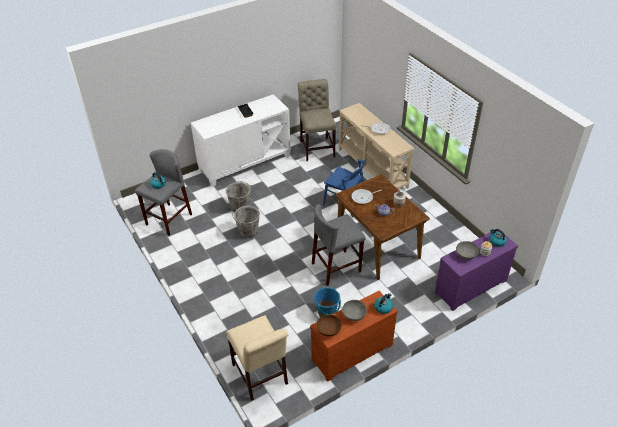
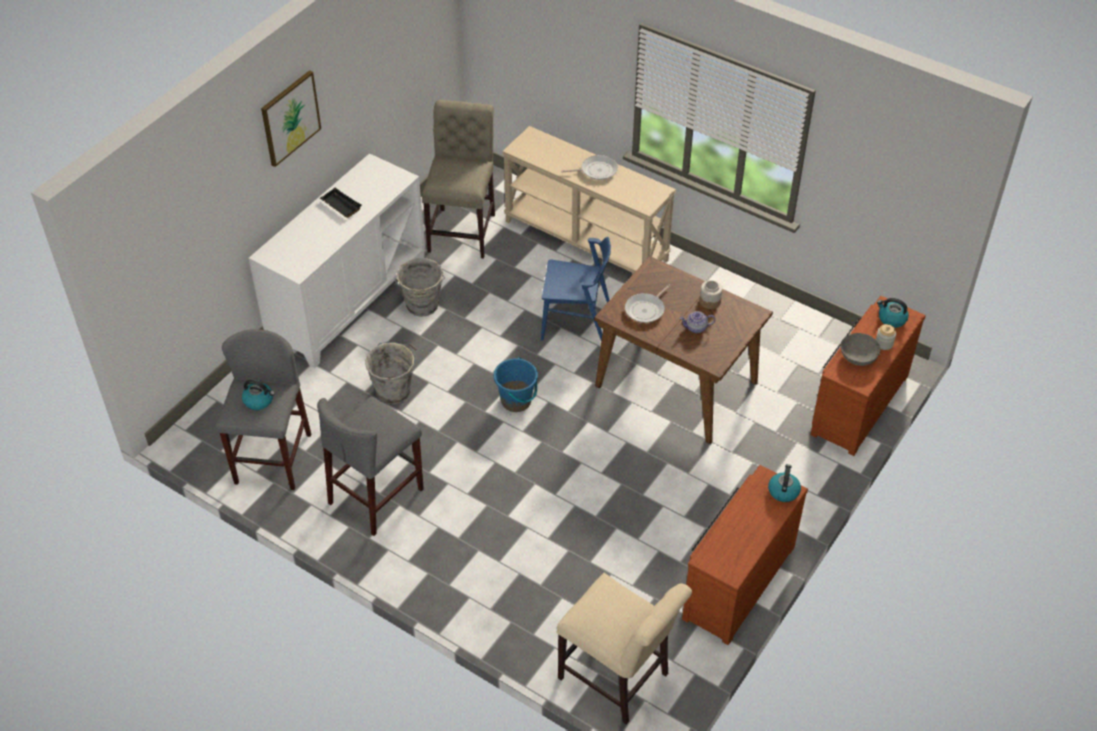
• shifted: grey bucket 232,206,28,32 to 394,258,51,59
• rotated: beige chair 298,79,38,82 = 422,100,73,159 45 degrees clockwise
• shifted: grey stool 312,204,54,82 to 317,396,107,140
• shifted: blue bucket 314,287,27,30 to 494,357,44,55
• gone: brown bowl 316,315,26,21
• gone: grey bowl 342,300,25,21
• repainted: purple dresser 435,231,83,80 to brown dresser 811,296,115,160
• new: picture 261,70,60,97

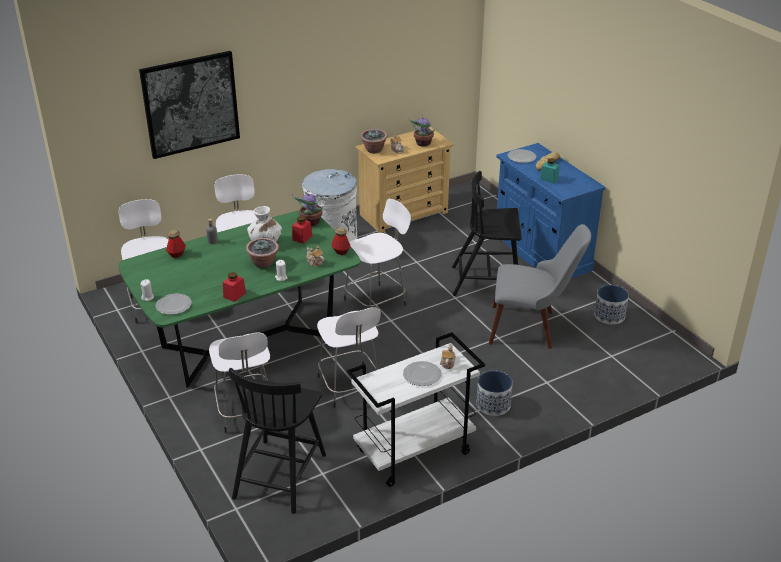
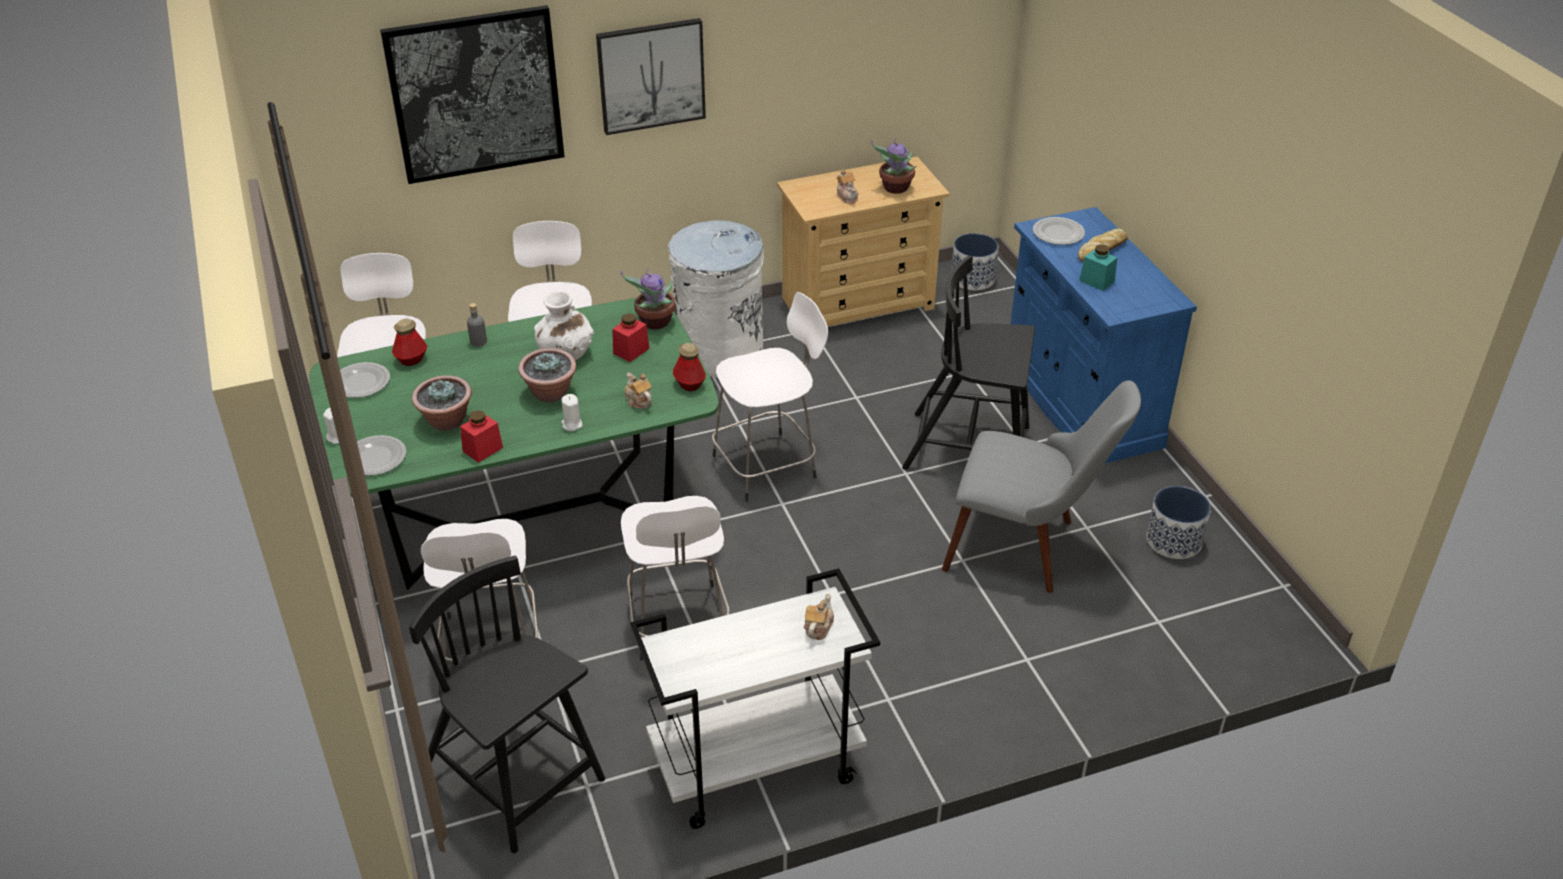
• rotated: black chair 229,368,97,146 = 409,556,196,297 105 degrees clockwise
• shifted: potted plant 360,129,27,24 to 412,375,60,56
• shifted: plate 403,361,38,25 to 340,362,50,36
• shifted: planter 476,371,37,45 to 951,233,48,57
• new: picture 596,18,110,117

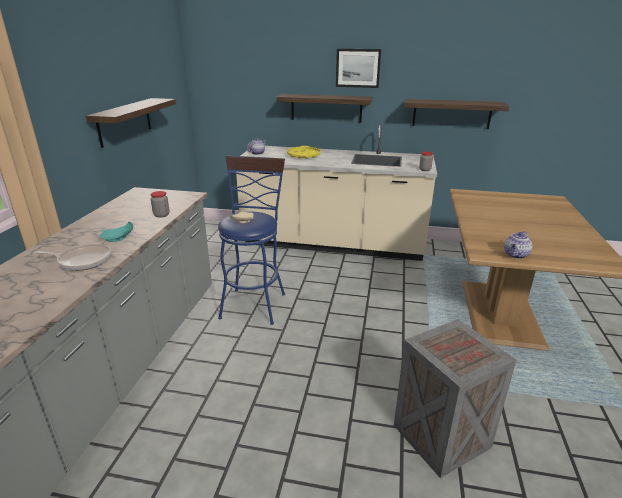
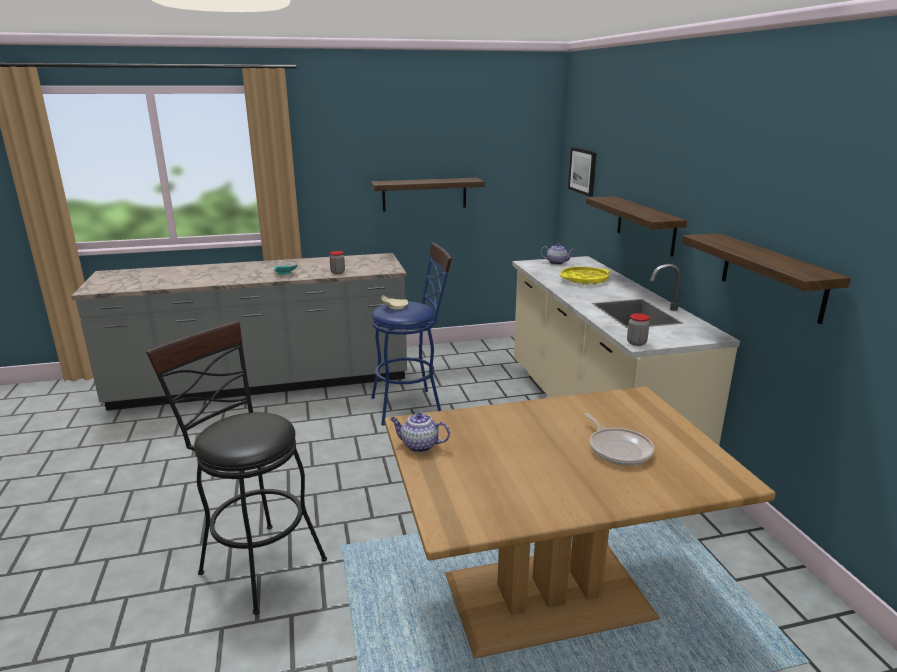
• shifted: frying pan 35,244,76,27 to 584,413,70,52
• shifted: picture 336,49,45,39 to 568,147,29,50
• swapped: crate 394,319,122,159 to black stool 146,321,181,294

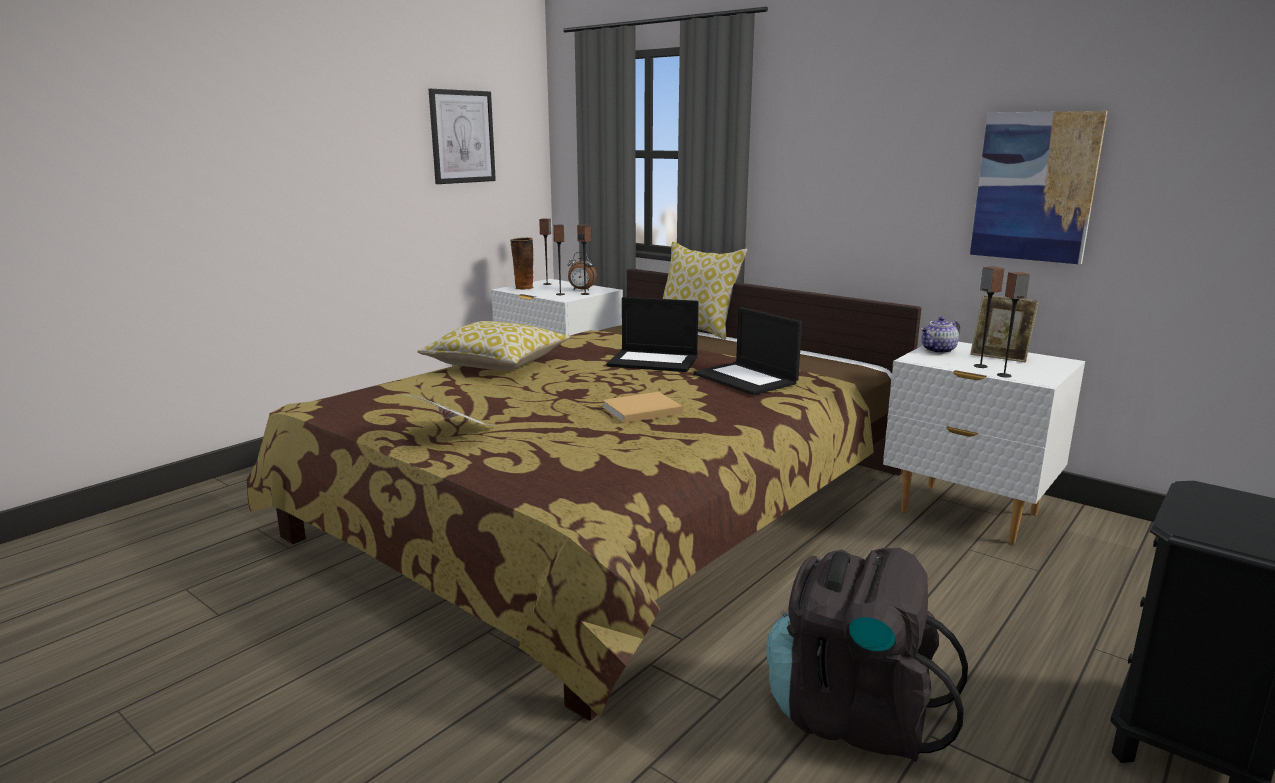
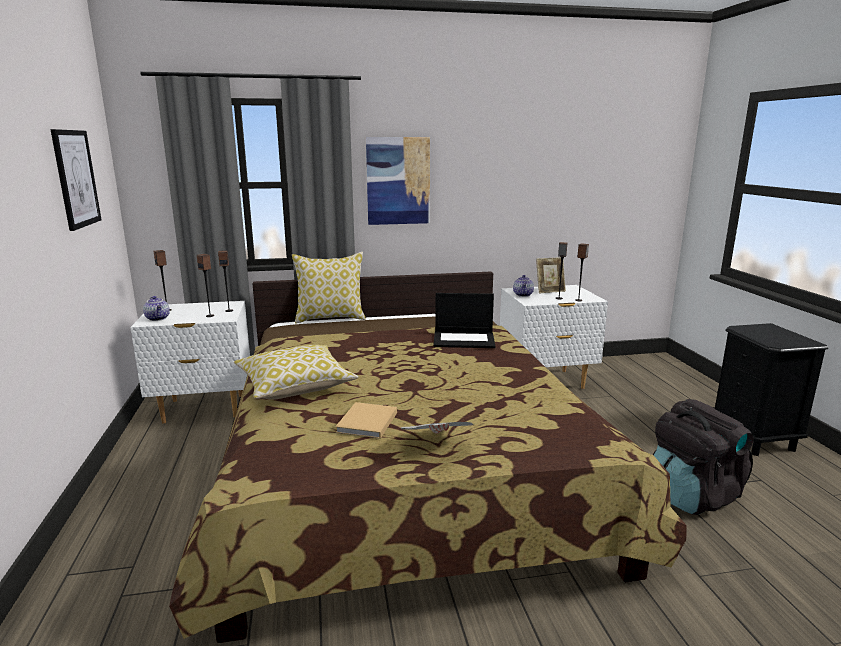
• swapped: vase 510,237,24,53 to teapot 143,296,27,25
• gone: alarm clock 568,252,29,39
• shifted: beige book 602,392,81,31 to 335,402,62,37
• gone: laptop 607,297,92,75
• shifted: picture 970,111,138,154 to 366,137,64,88

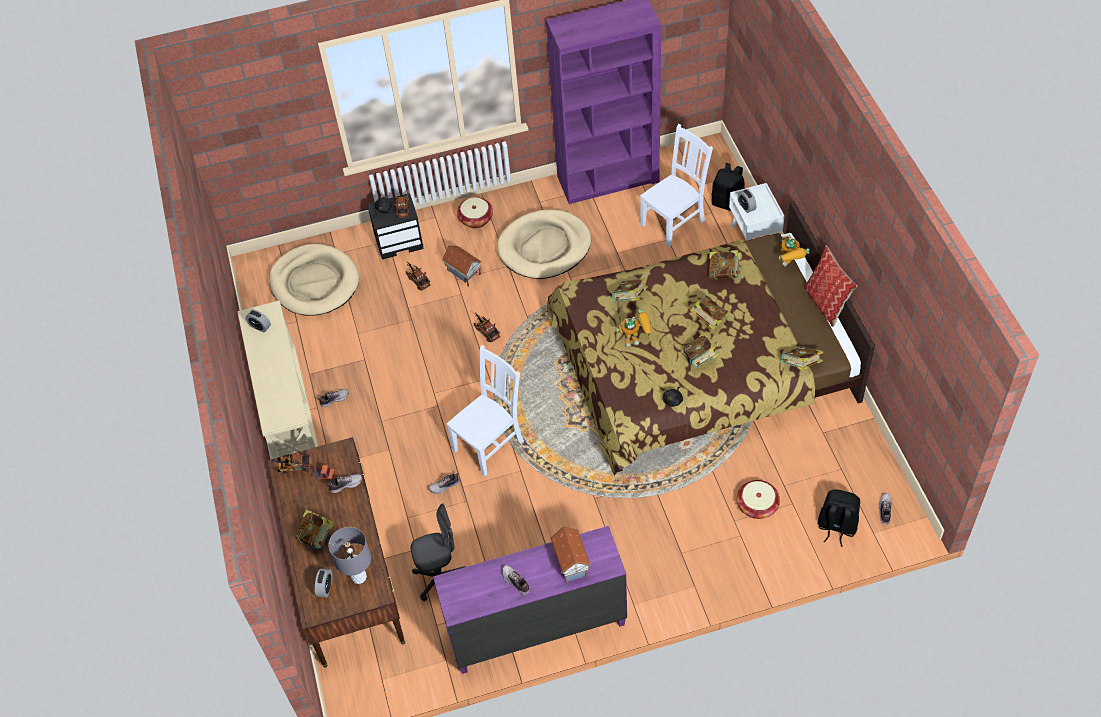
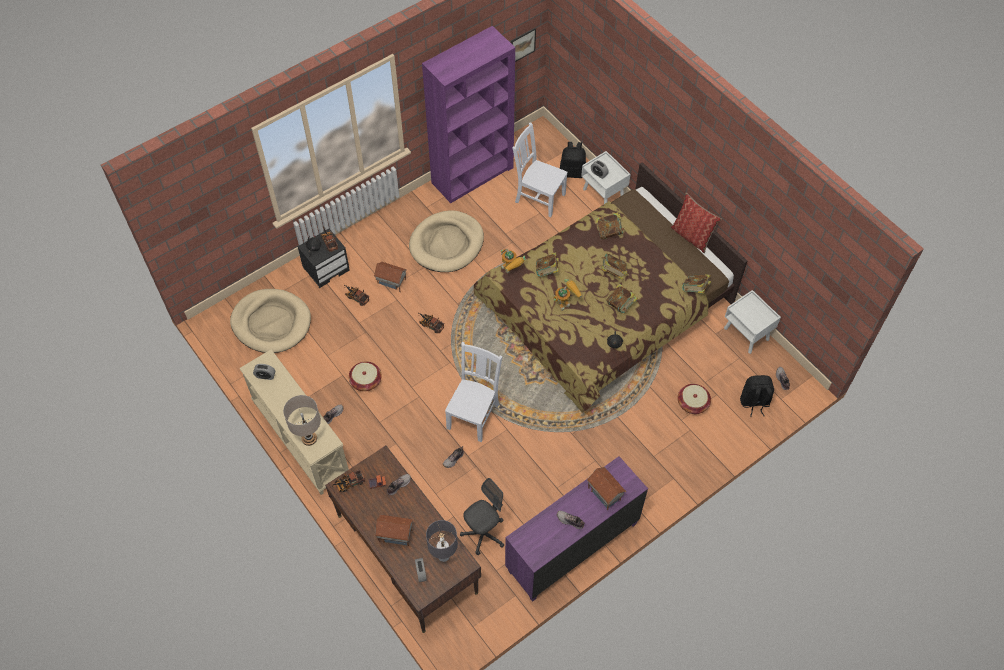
• swapped: book 295,509,40,40 to toy house 374,514,39,32
• shifted: basket 457,197,36,31 to 349,361,33,30
• rotated: white chair 640,124,73,123 = 512,122,56,96 90 degrees counterclockwise
• shifted: toy robot 779,235,30,31 to 501,249,25,24
• new: beige table lamp 283,395,38,51
• new: picture 511,28,25,34
• new: white nightstand 724,290,57,64

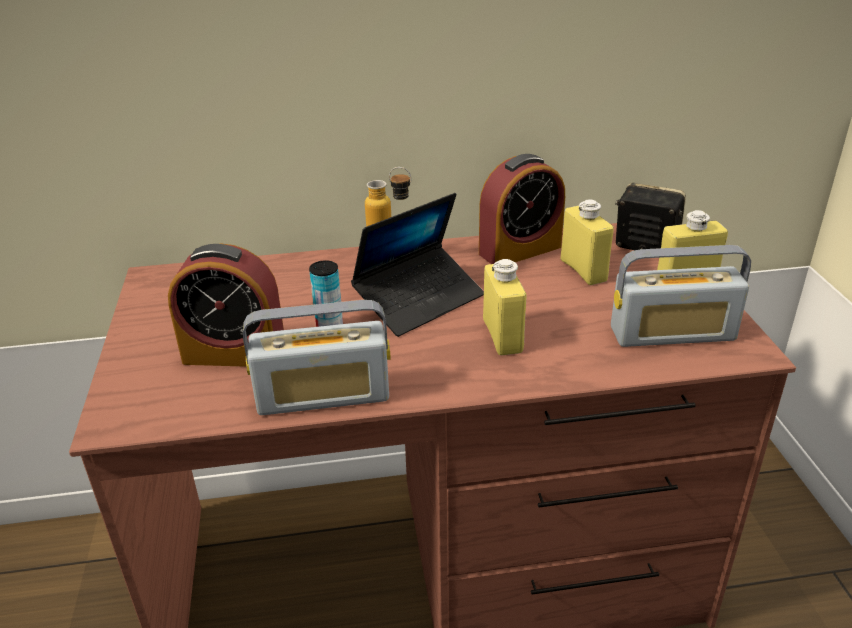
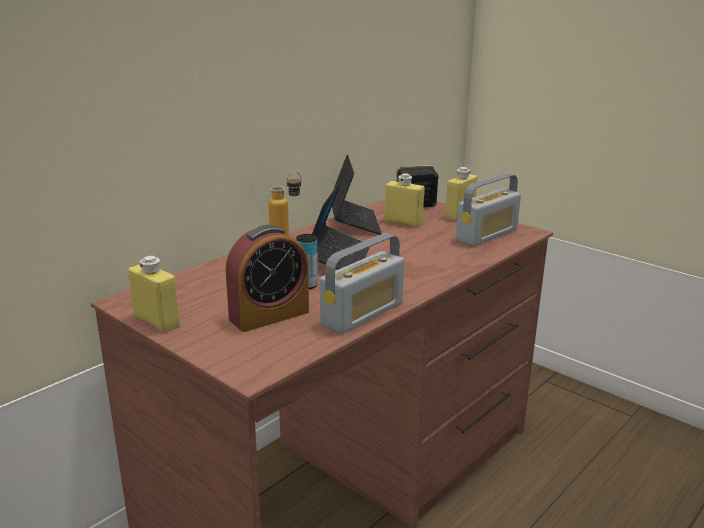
• swapped: alarm clock 479,154,86,110 to laptop 332,154,50,81
• shifted: yellow bottle 483,259,43,96 to 128,256,52,77

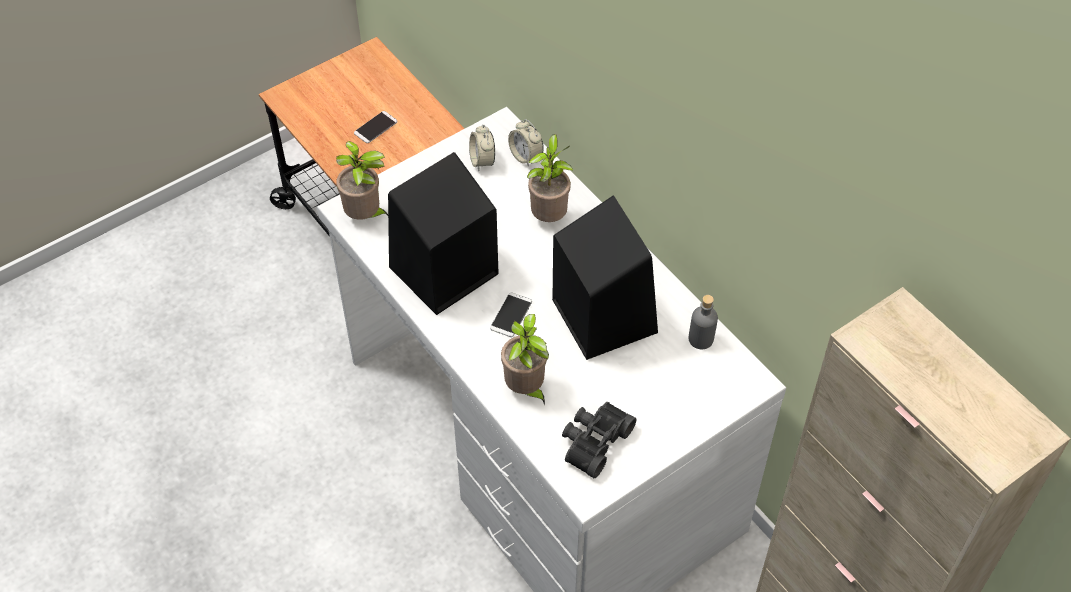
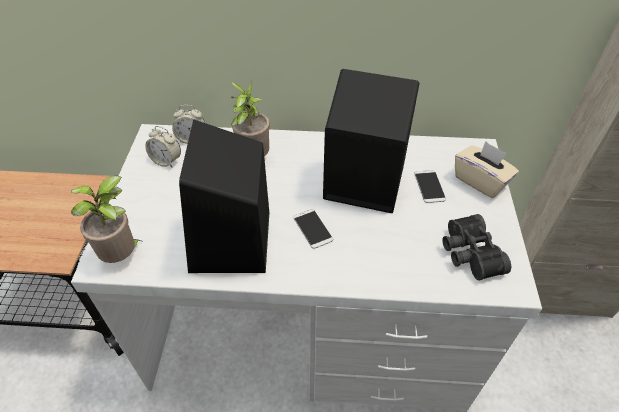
• shifted: phone 354,111,43,32 to 414,170,32,33
• gone: potted plant 501,314,48,91
• gone: grey bottle 688,295,30,54
• new: beige tissue box 455,141,64,57

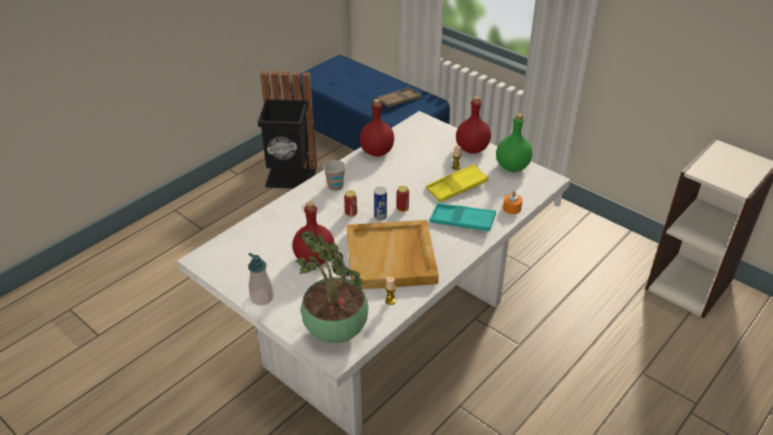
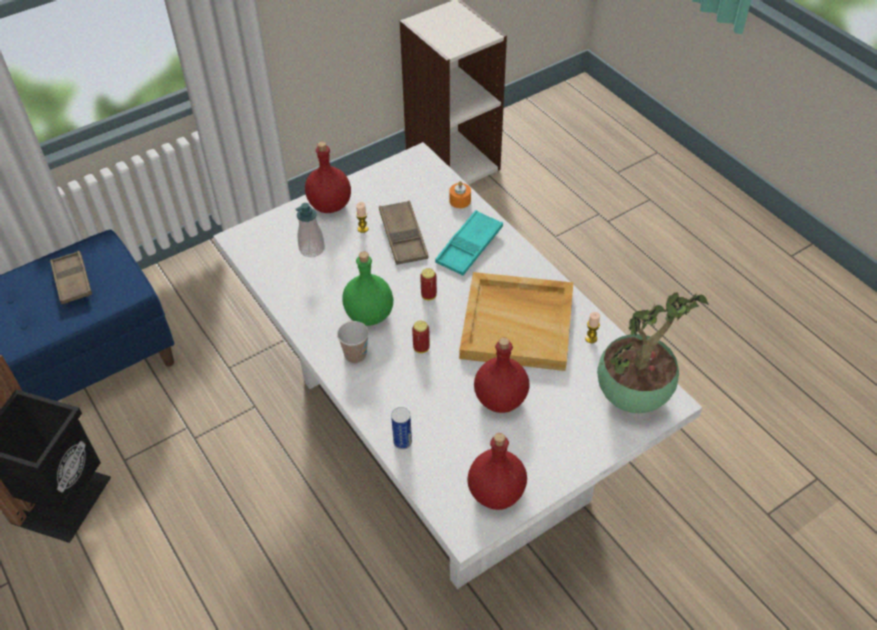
• shifted: soap dispenser 248,253,26,52 to 296,203,28,54
• shifted: red bottle 360,99,34,57 to 467,433,60,77
• shifted: can 374,187,13,34 to 391,407,21,42
• repainted: yellow tray 426,164,63,38 to brown tray 379,201,50,64
• shifted: green bottle 496,113,37,59 to 342,252,51,74

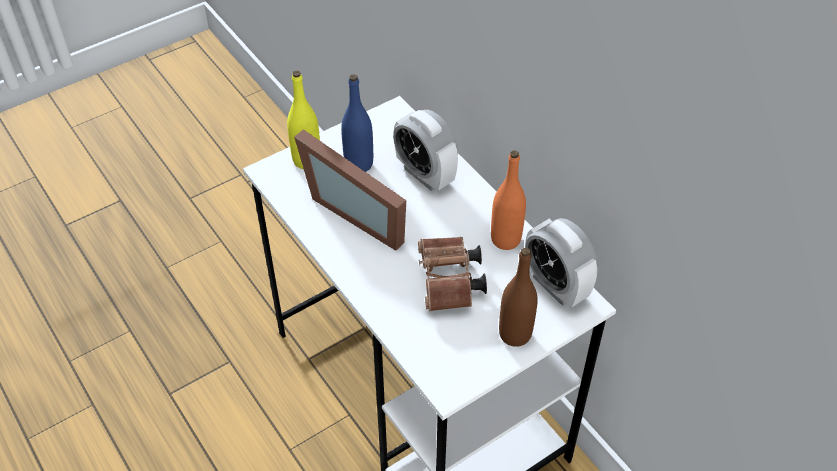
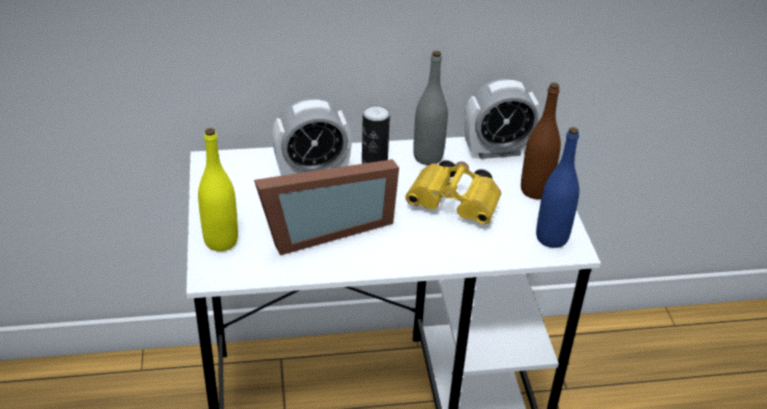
• shifted: blue bottle 341,74,32,98 to 536,127,43,121
• repainted: brown binoculars 418,237,69,74 to yellow binoculars 405,160,96,64
• repainted: orange bottle 491,150,35,100 to grey bottle 413,51,35,114
• new: can 362,104,28,60

